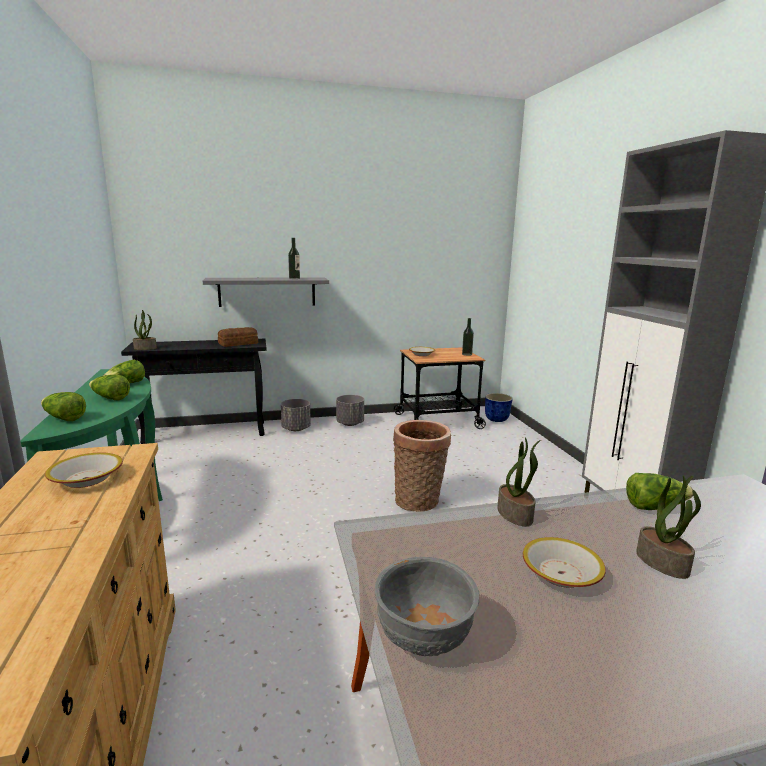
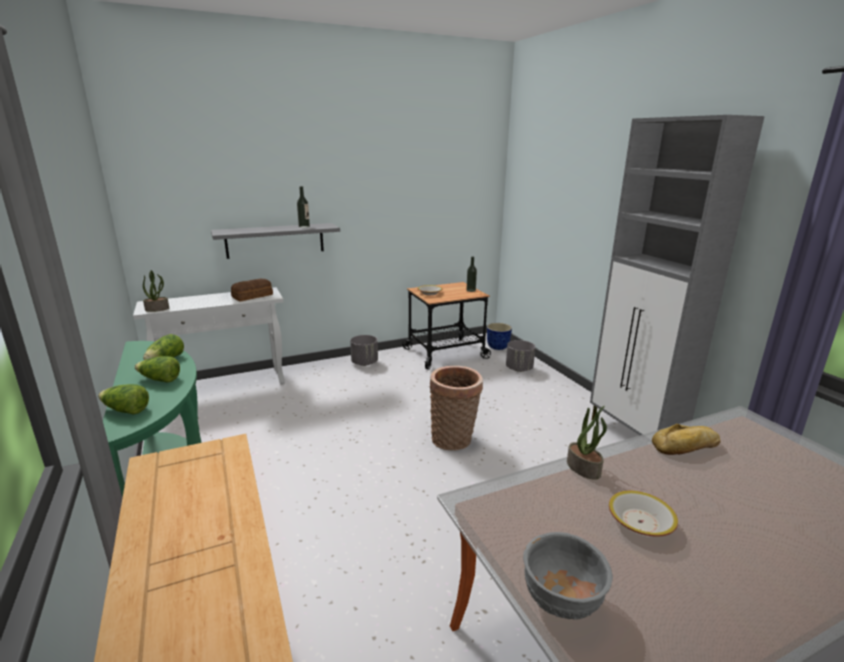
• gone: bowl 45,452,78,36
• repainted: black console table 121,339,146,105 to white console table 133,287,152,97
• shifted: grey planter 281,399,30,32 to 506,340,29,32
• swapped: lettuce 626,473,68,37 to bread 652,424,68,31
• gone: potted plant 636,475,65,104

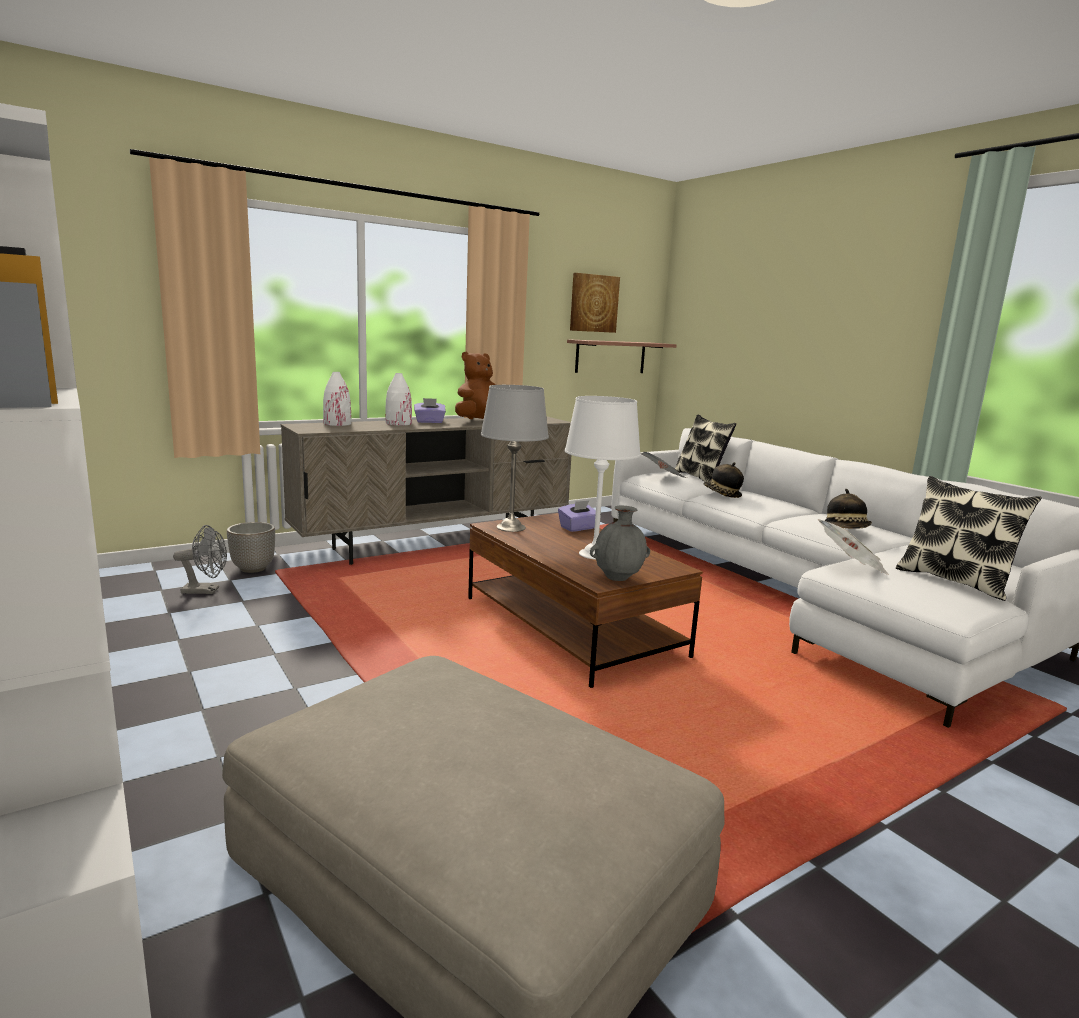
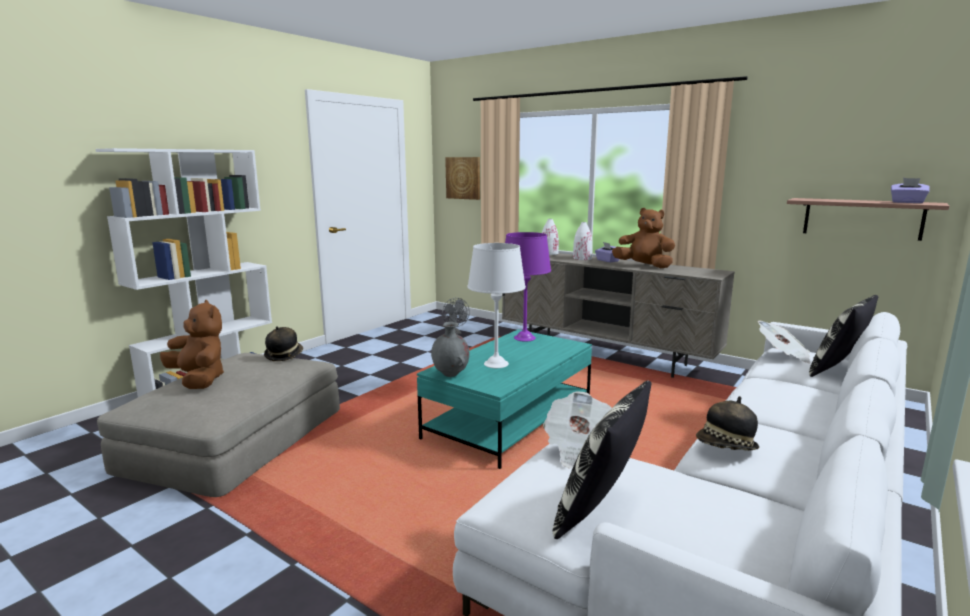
• gone: planter 227,522,48,51
• repainted: brown coffee table 468,513,235,175 to turquoise coffee table 417,330,175,139
• repainted: grey table lamp 481,385,68,147 to purple table lamp 505,232,46,110
• shifted: purple tissue box 558,500,38,32 to 891,178,39,25
• shifted: picture 570,273,50,60 to 445,157,35,43
• shifted: hat 703,462,41,36 to 264,326,39,35
• new: brown plush toy 160,300,64,89

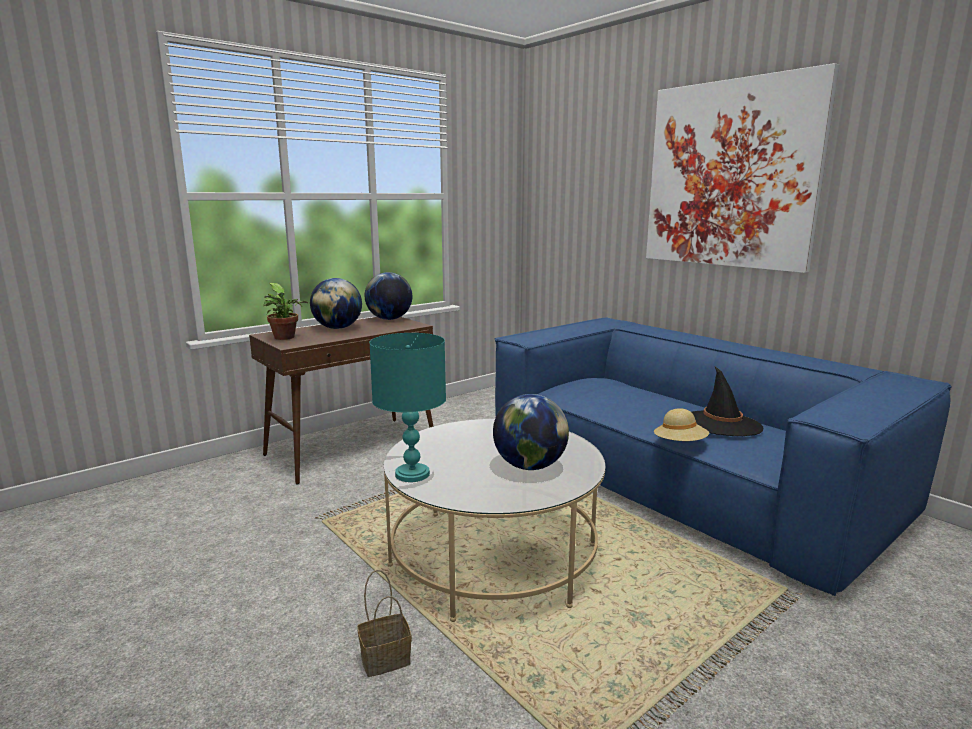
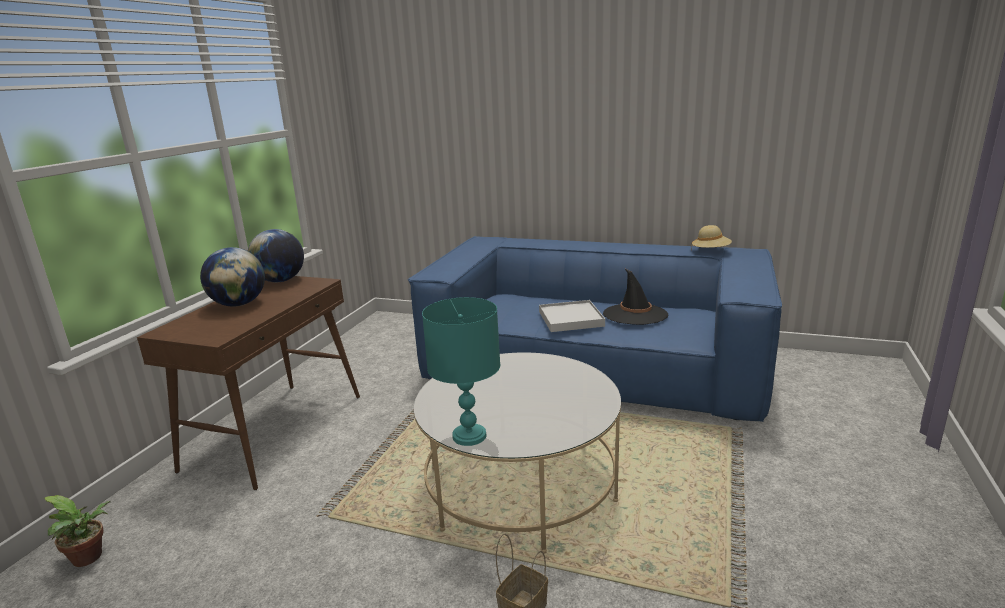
• shifted: potted plant 263,283,45,57 to 43,495,68,72
• gone: globe 493,394,76,76
• gone: picture 646,63,193,210
• shifted: beige hat 654,408,55,33 to 691,225,41,25
• new: white tray 539,300,66,32

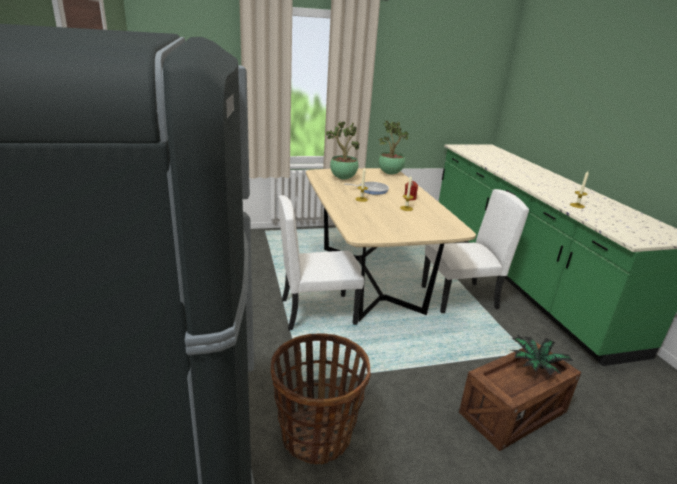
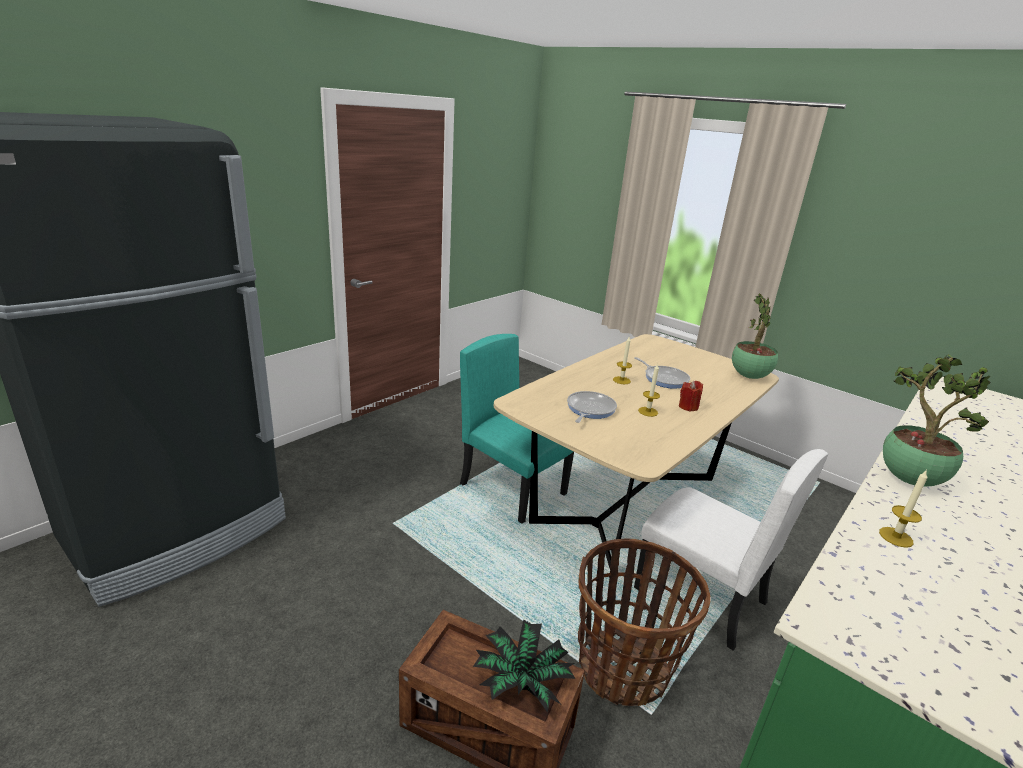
• shifted: basket 271,334,100,131 to 578,538,132,168
• repainted: white chair 278,195,86,136 to turquoise chair 460,334,114,190
• shifted: potted plant 326,121,34,58 to 883,354,108,133
• new: frying pan 567,391,50,32

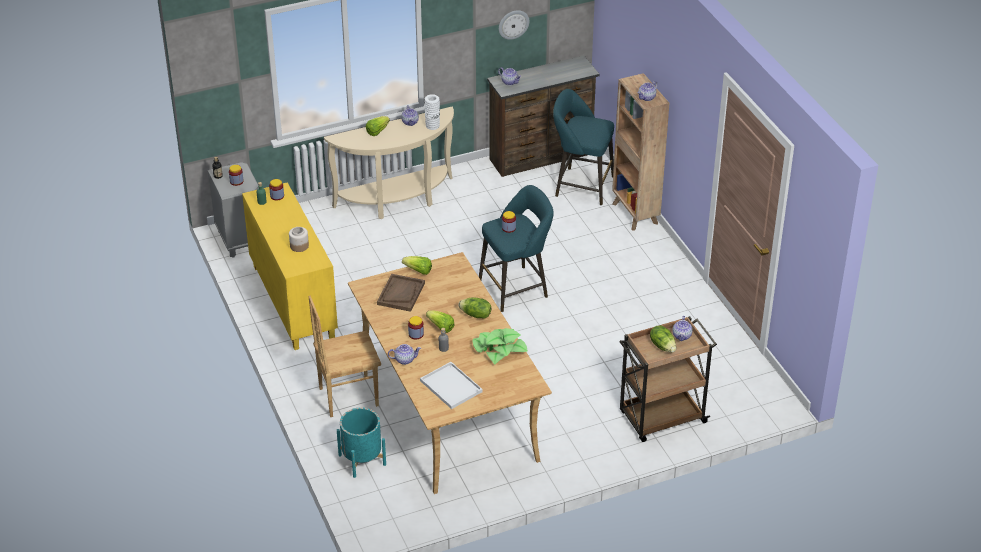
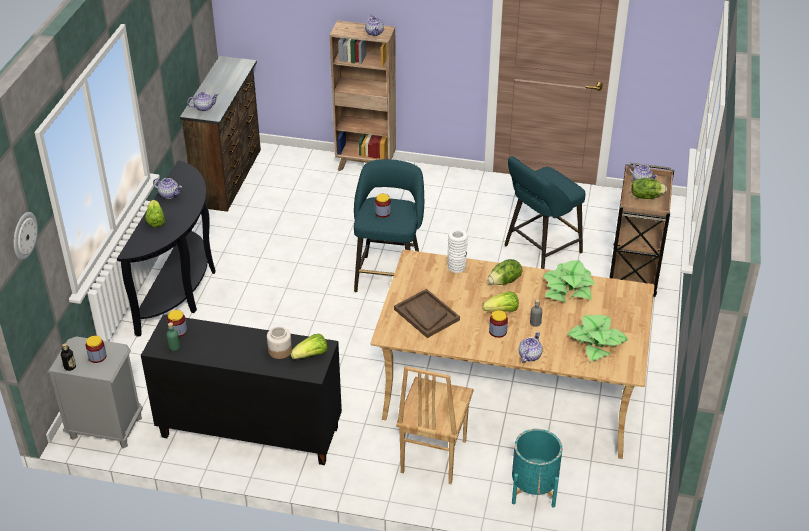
• repainted: yellow cabinet 242,182,96,168 to black cabinet 141,314,201,151
• repainted: beige console table 324,107,130,112 to black console table 117,160,98,176
• shifted: lettuce 402,256,30,19 to 290,334,37,25
• swapped: white tray 420,362,63,47 to potted plant 567,315,62,47
• shifted: white vase 424,94,16,36 to 447,229,21,44
• shifted: wall clock 499,10,30,30 to 14,212,24,48
• shifted: turquoise stool 553,89,61,116 to 505,156,81,113

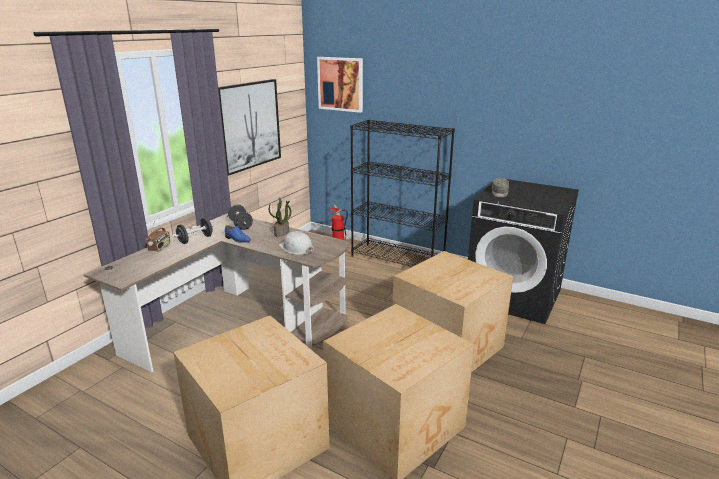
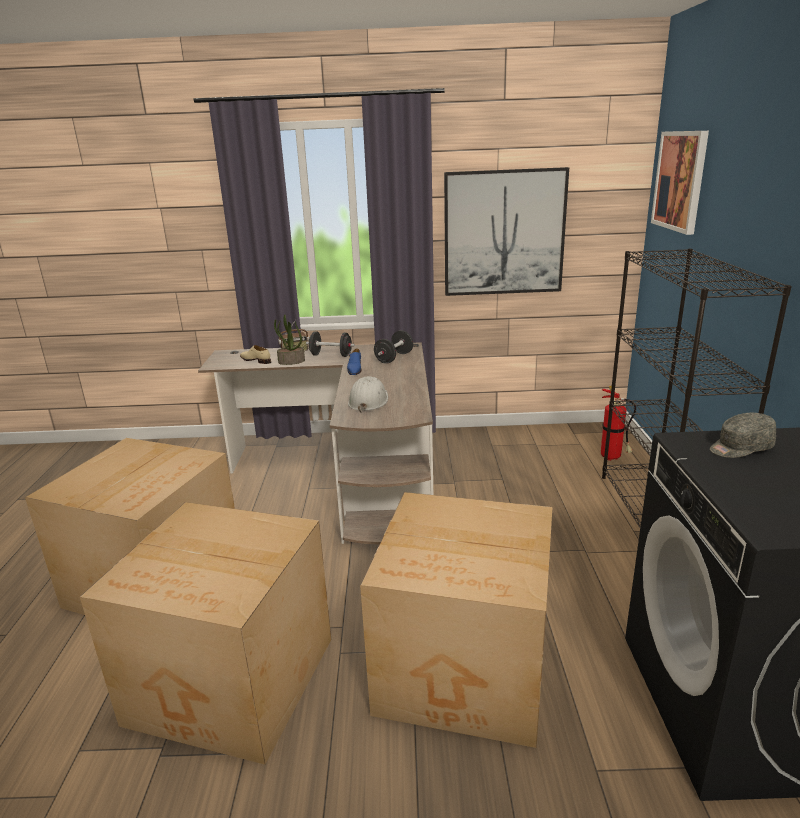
• shifted: potted plant 269,197,23,40 to 274,315,31,50
• new: beige shoe 240,345,31,19

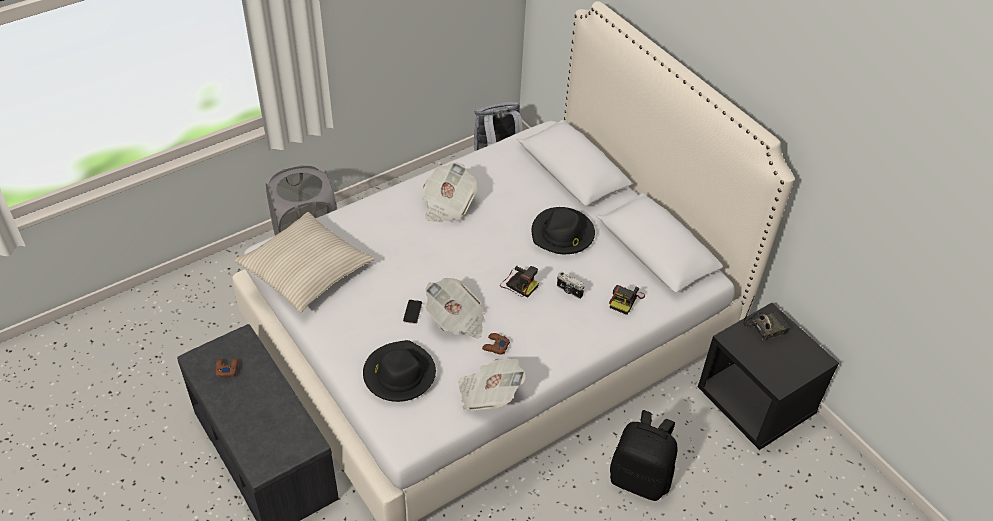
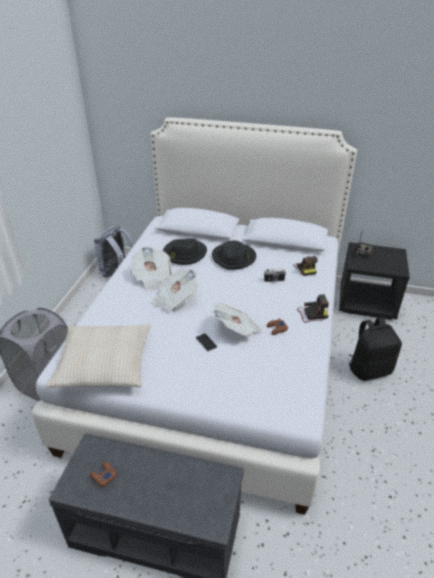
• shifted: black hat 363,340,73,62 to 163,238,44,27
• shifted: newspaper 458,358,67,52 to 152,269,46,43
• shifted: photo camera 500,266,39,32 to 297,294,32,29

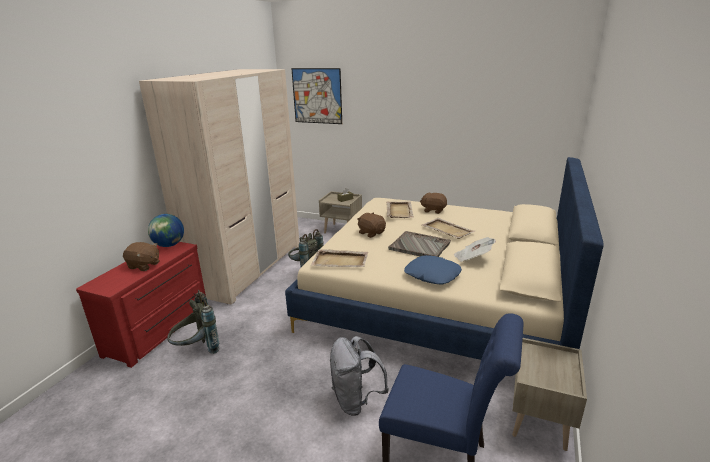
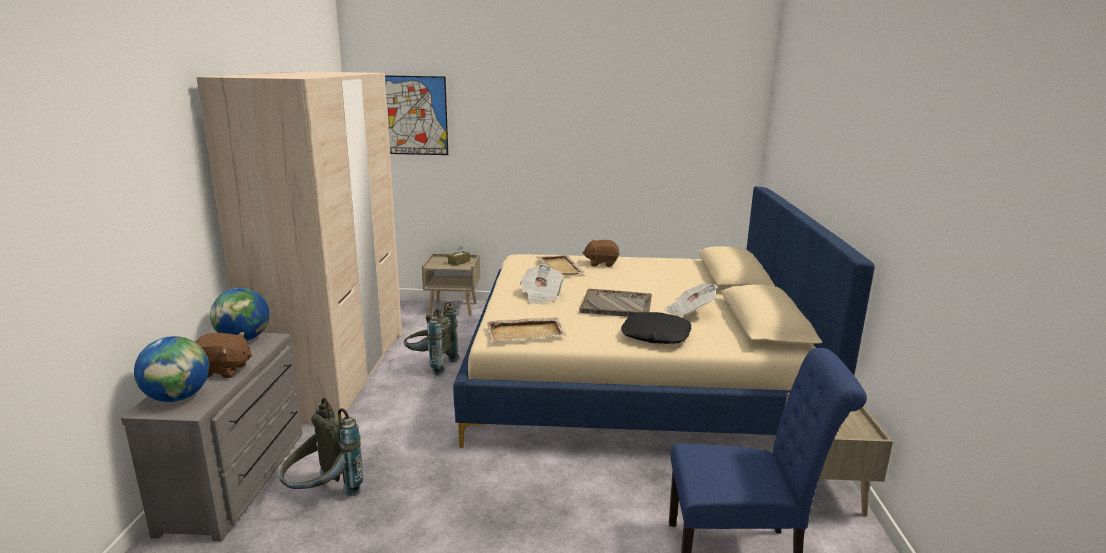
• repainted: red dresser 76,242,130,126 to grey dresser 121,333,182,208
• gone: grey backpack 330,336,59,80
• swapped: brown plush toy 357,212,29,26 to newspaper 520,264,44,40
• repainted: blue pillow 404,255,58,30 to black pillow 621,312,71,32
• gone: beige tray 421,218,54,21
• new: globe 134,336,75,66

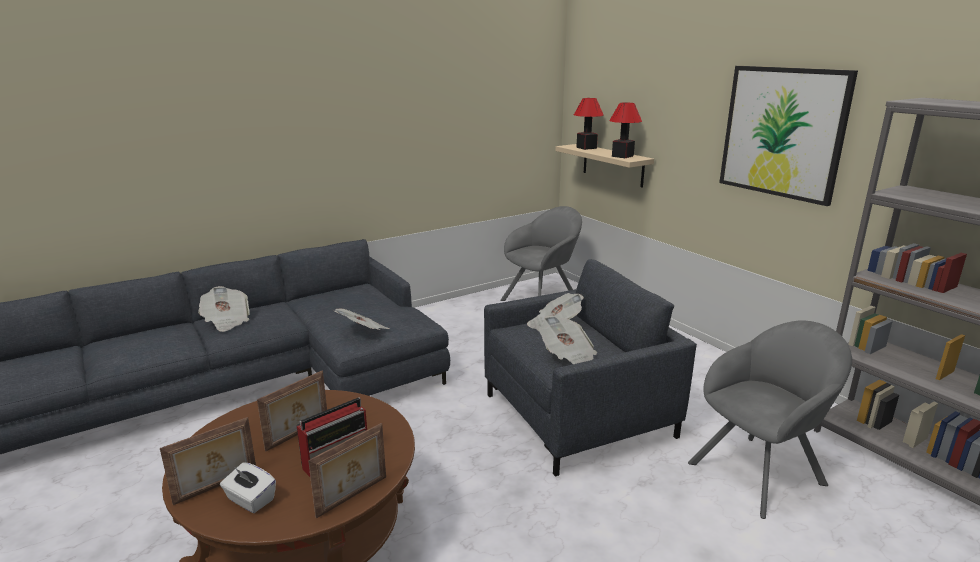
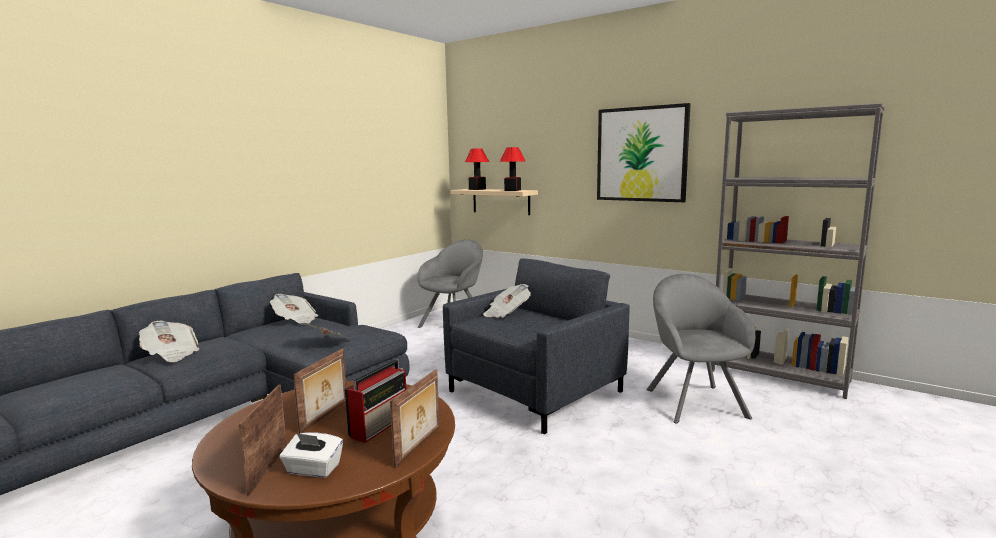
• rotated: picture frame 160,417,96,88 = 239,384,48,112 150 degrees clockwise
• shifted: newspaper 539,315,58,49 to 270,294,48,31
• rotated: grey armchair 688,320,164,199 = 646,274,109,149 45 degrees counterclockwise

